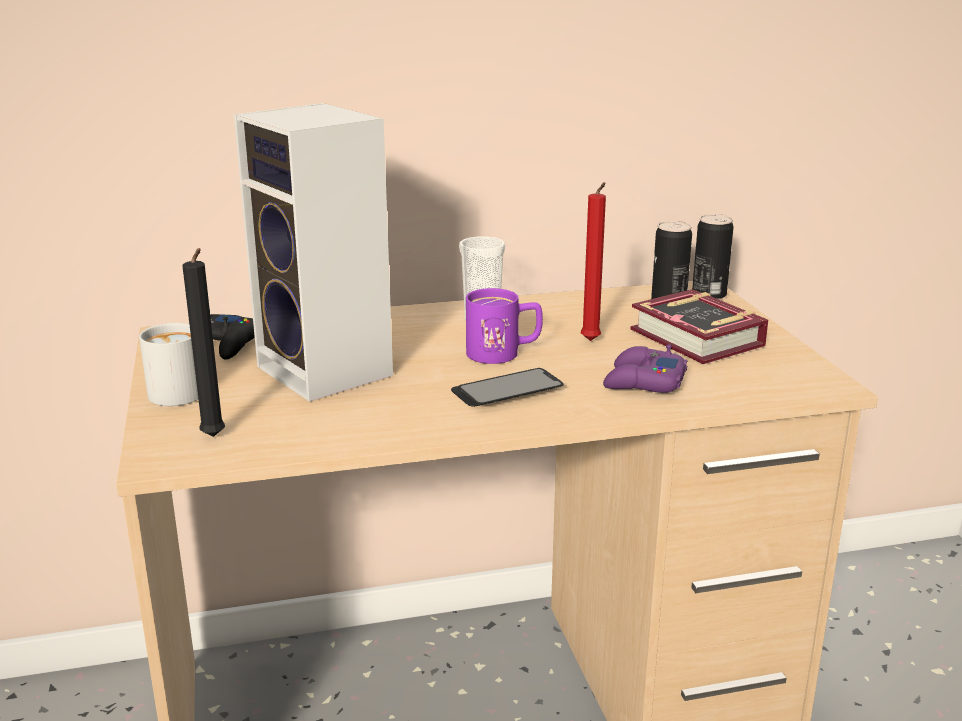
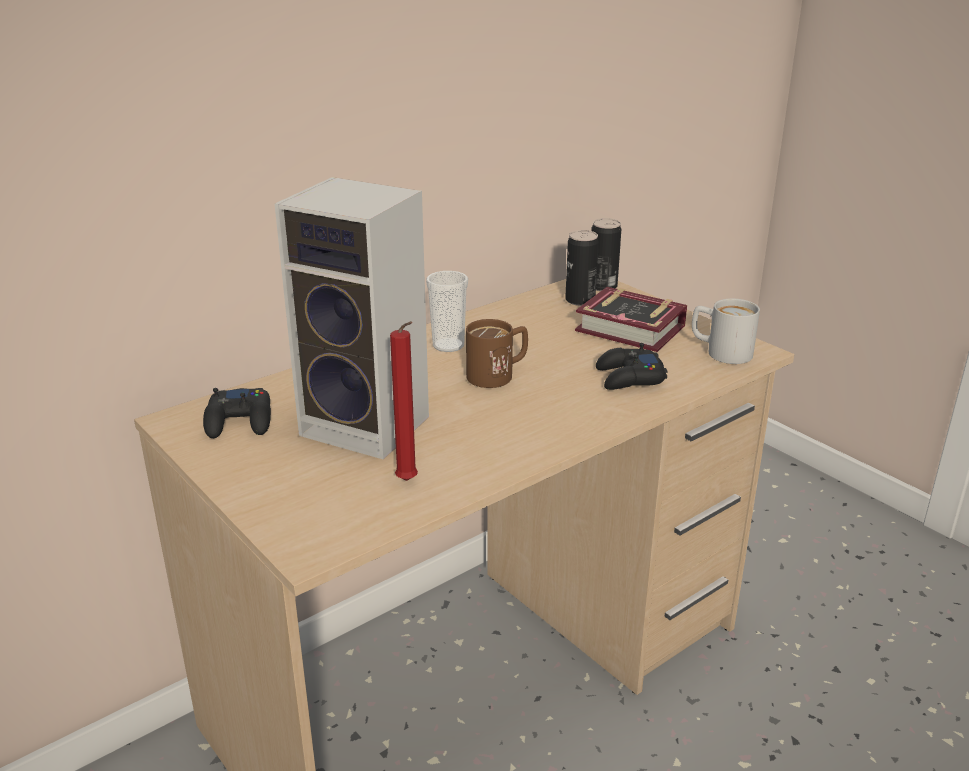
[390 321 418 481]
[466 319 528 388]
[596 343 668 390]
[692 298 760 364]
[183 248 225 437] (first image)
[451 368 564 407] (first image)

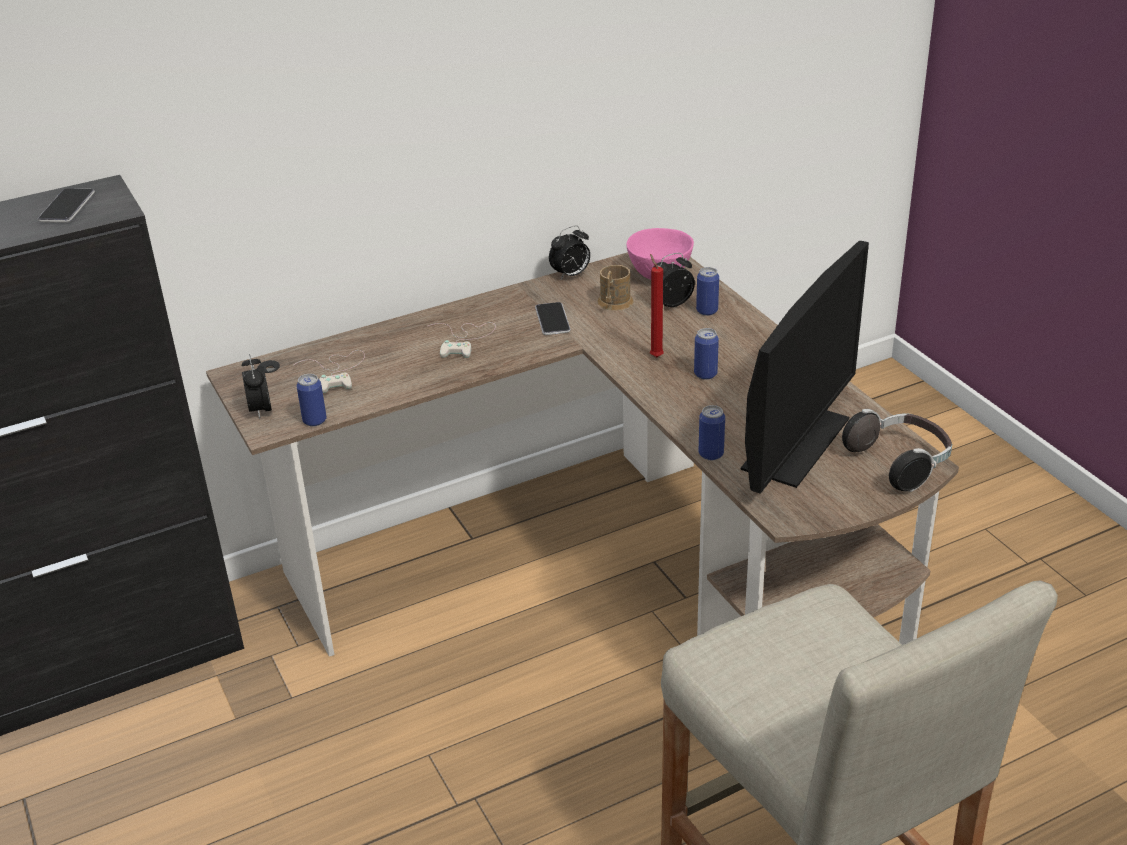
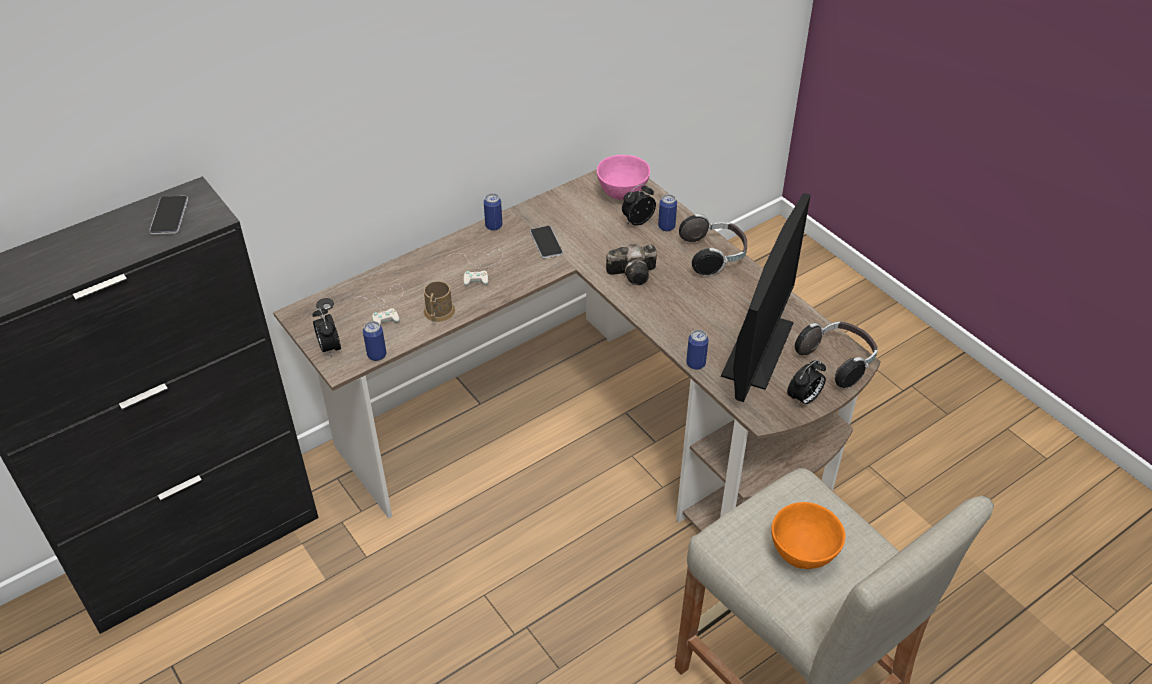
[424 281 455 322]
[484 193 502 231]
[606 244 657 285]
[679 214 747 276]
[771 502 845 569]
[787 360 826 407]

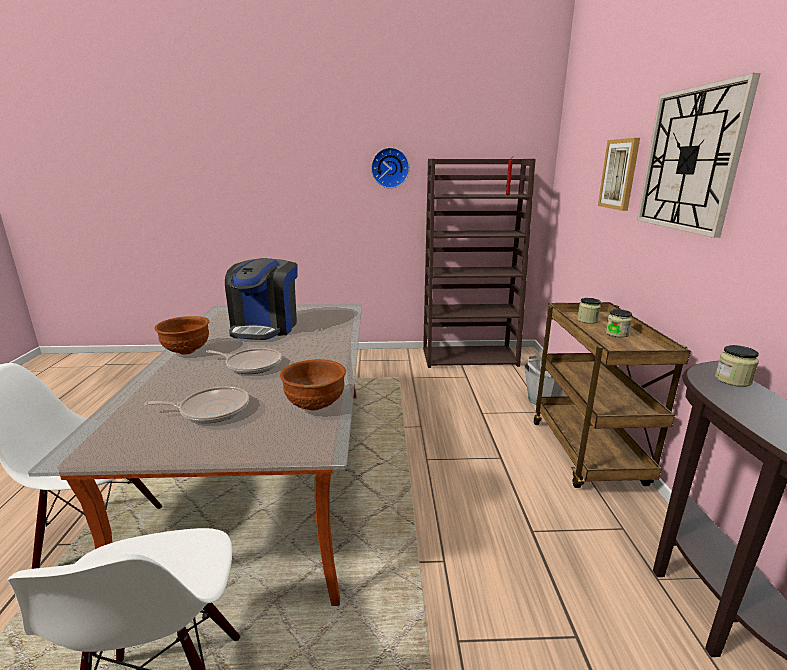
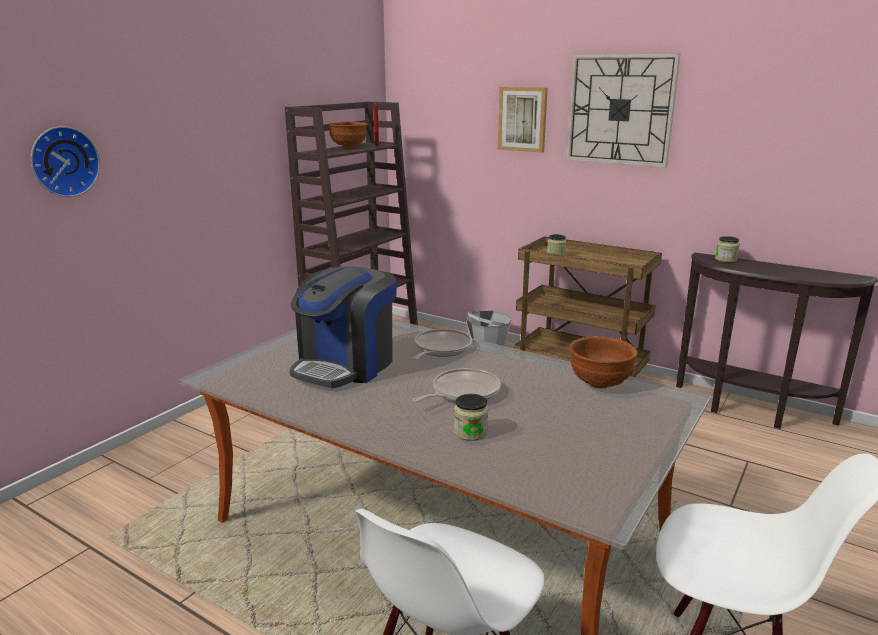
[31 126 100 197]
[289 266 397 388]
[328 122 368 148]
[412 329 472 360]
[454 394 488 441]

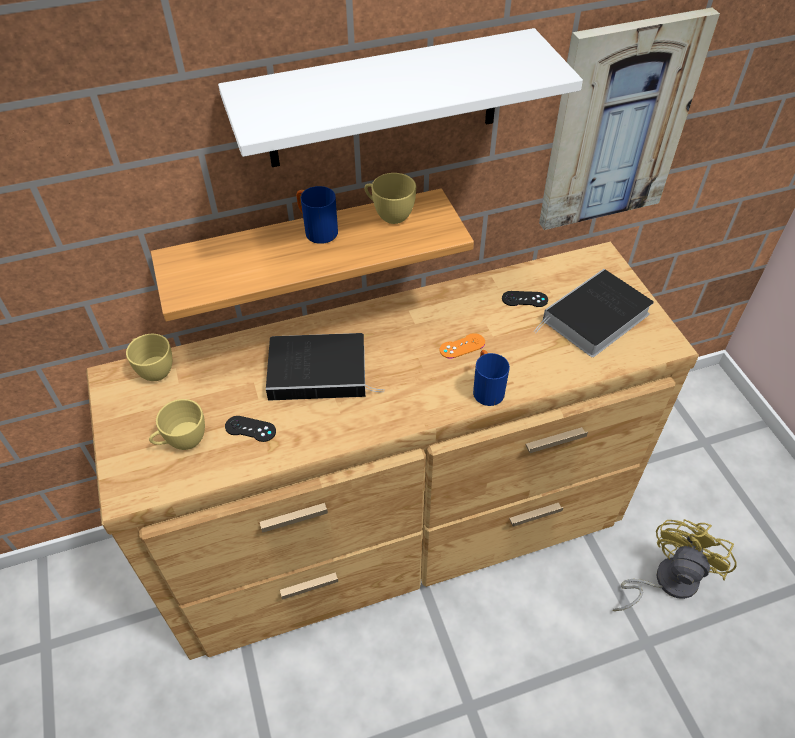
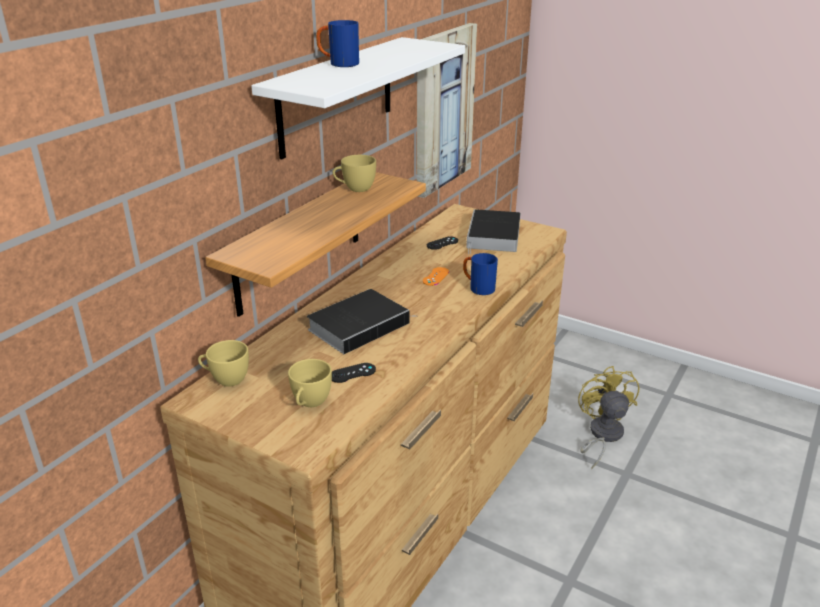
[316 20 359 67]

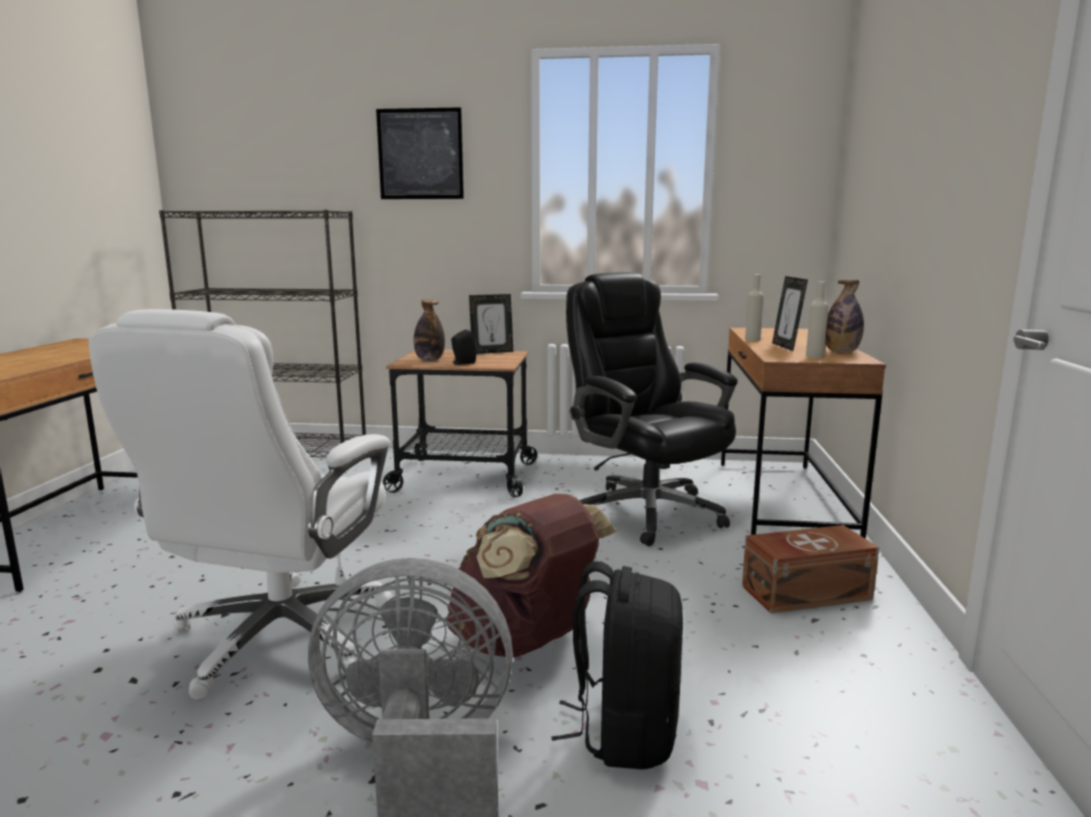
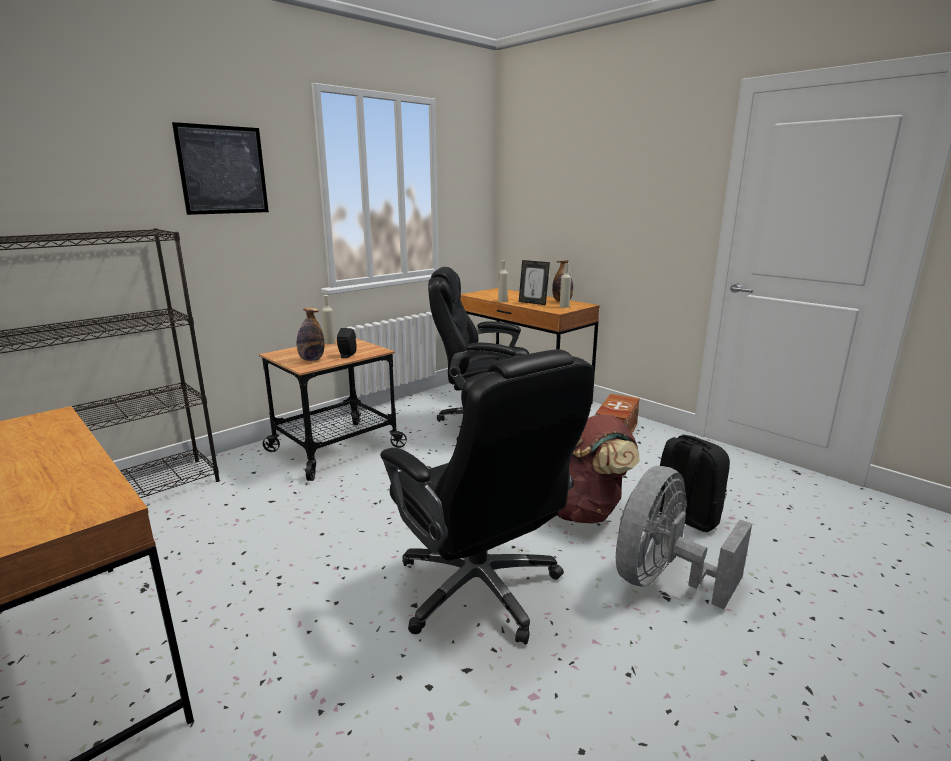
[322 295 336 344]
[380 349 595 644]

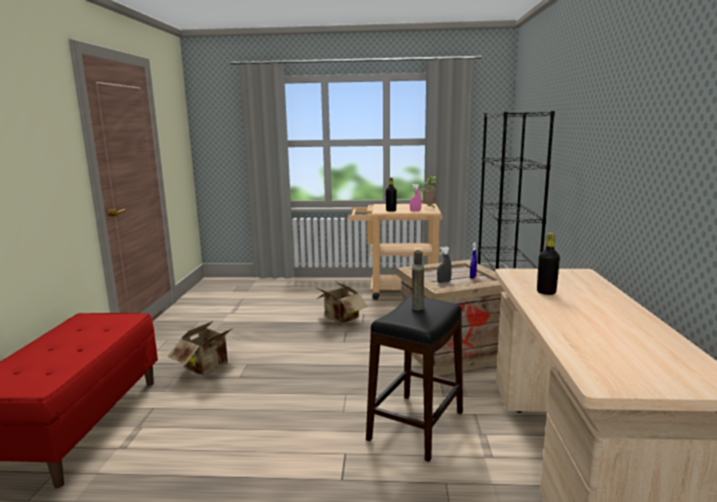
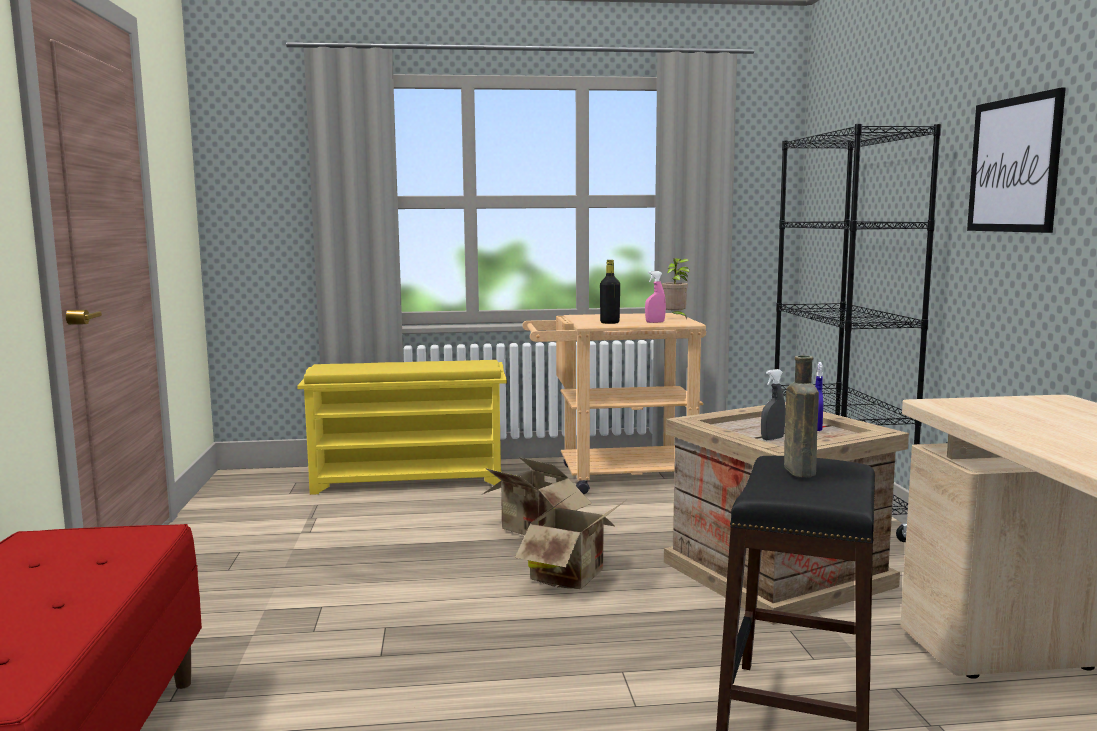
[297 360 507 495]
[515 492 626 589]
[967 87 1066 233]
[537 233 560 295] (first image)

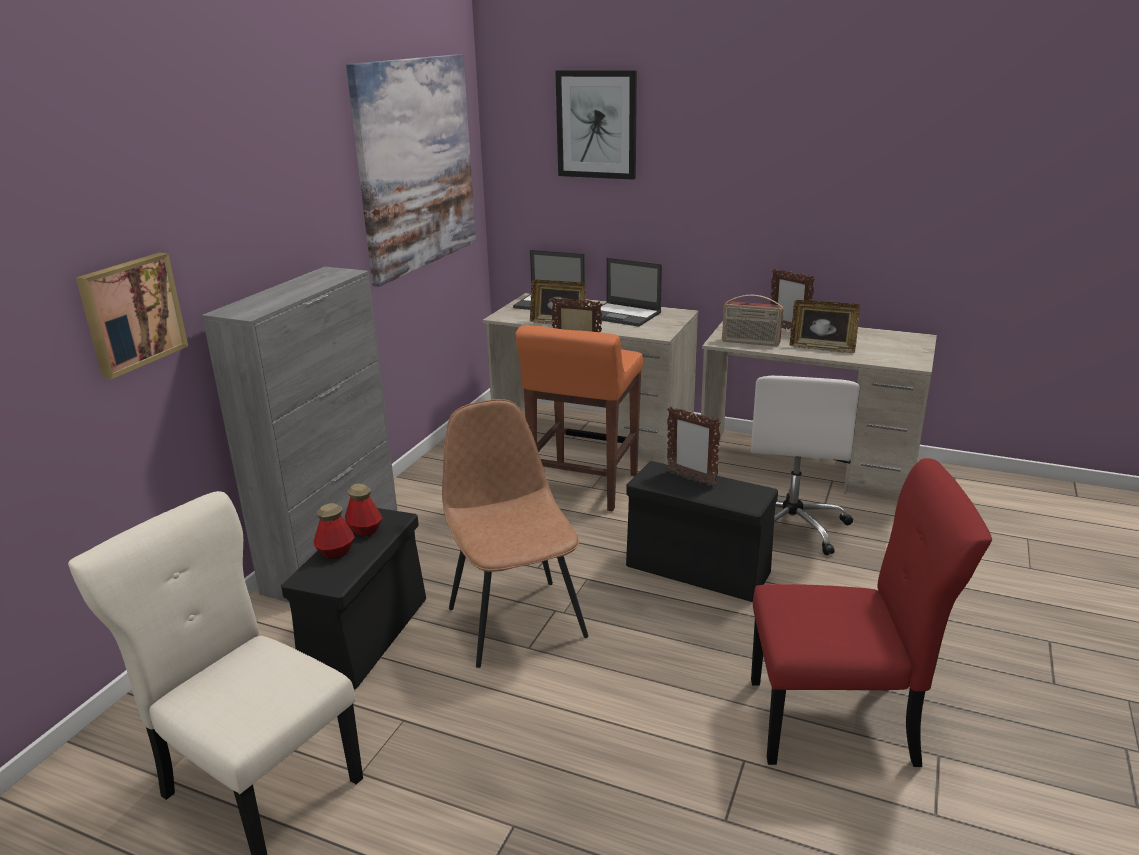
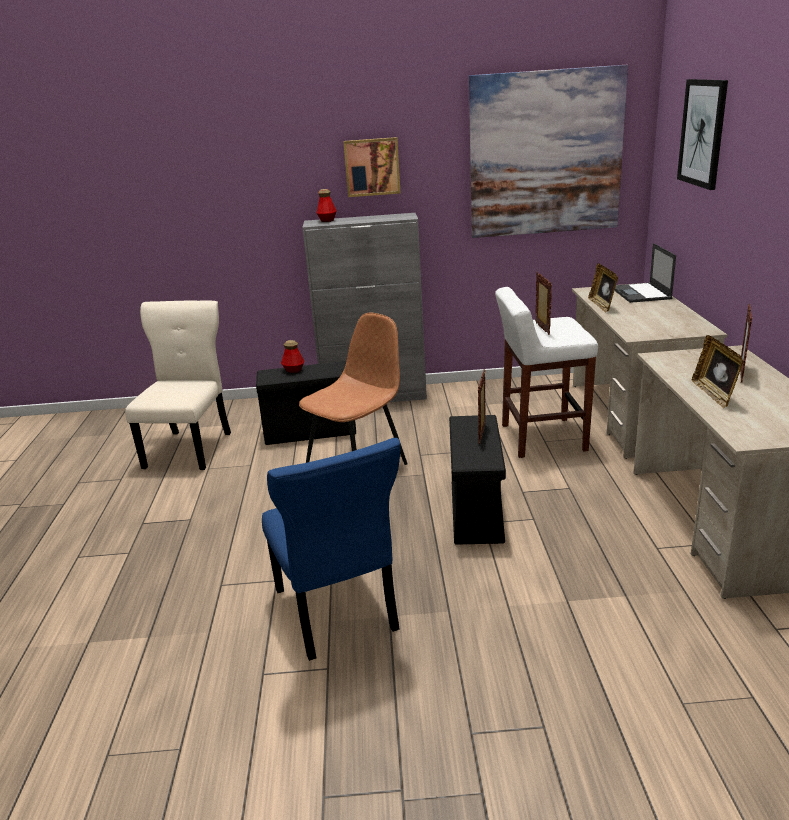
[262 438 400 661]
[317 189 337 222]
[343 137 401 197]
[495 287 598 458]
[597 257 662 327] (first image)
[722 295 784 346] (first image)
[751 376 860 555] (first image)

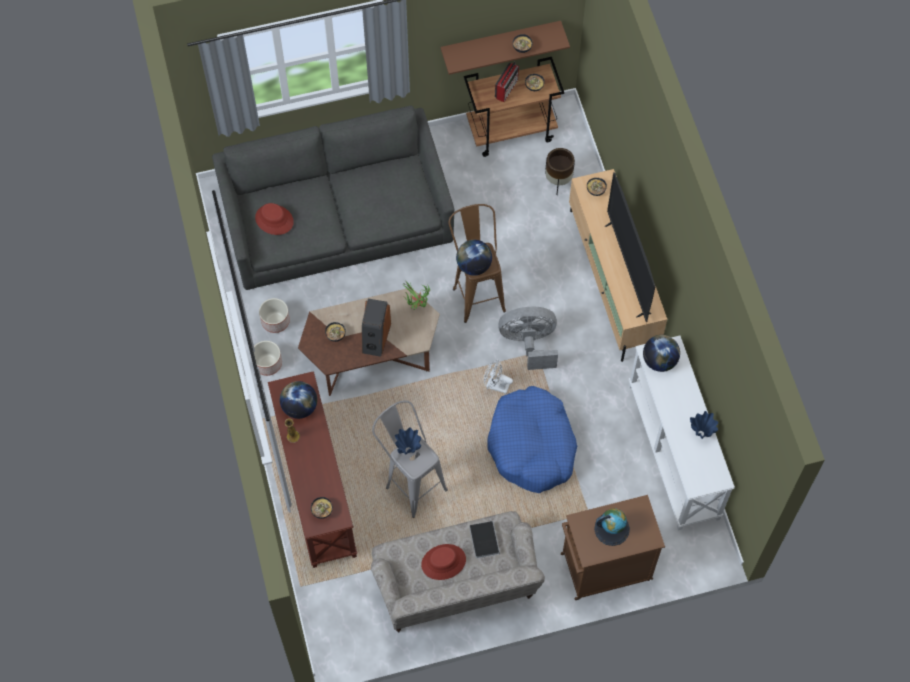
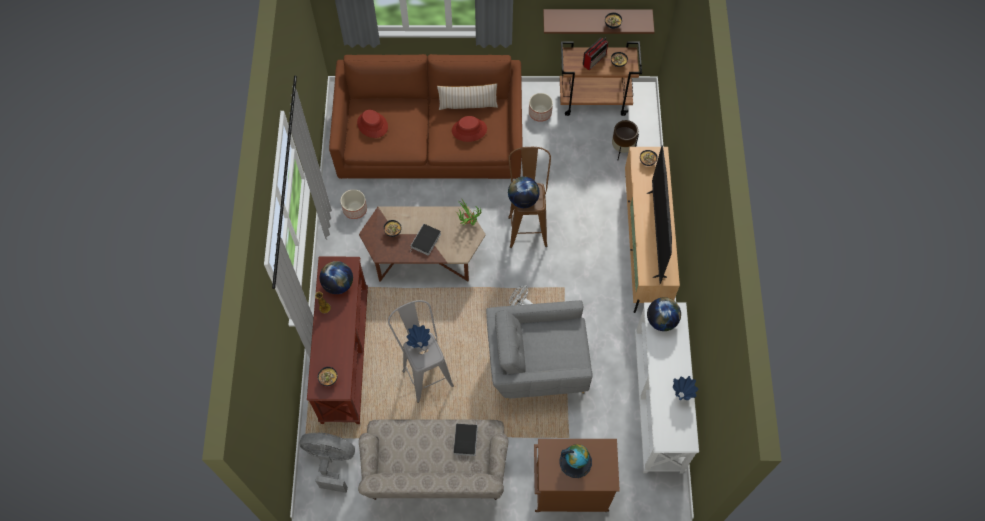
[300 433 355 493]
[329 54 523 179]
[411 224 441 256]
[437 83 498 110]
[452 116 487 142]
[486 300 593 400]
[529 93 553 122]

